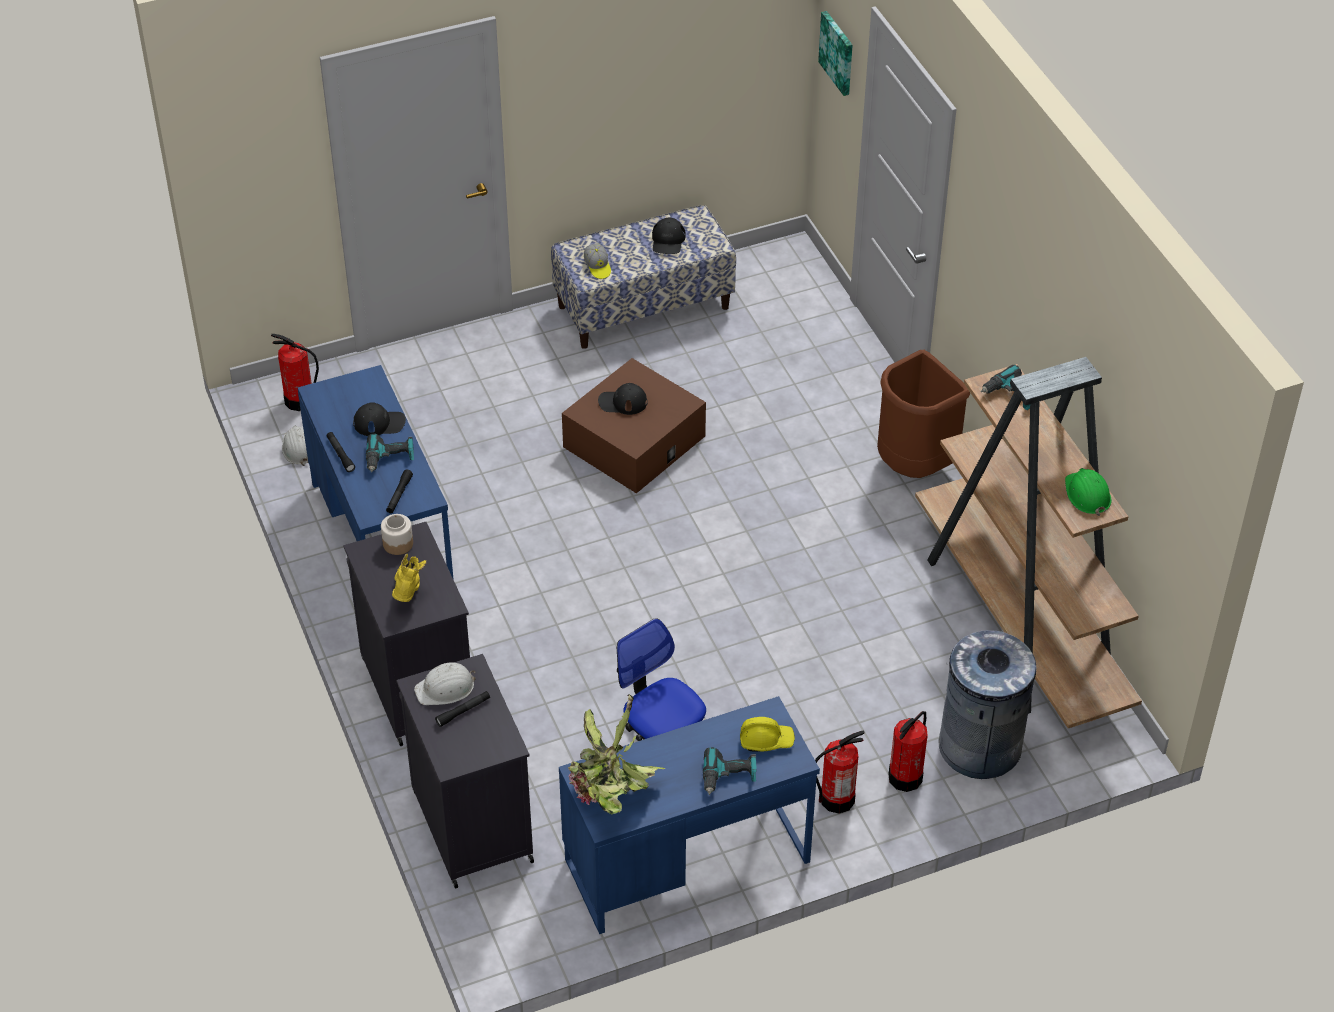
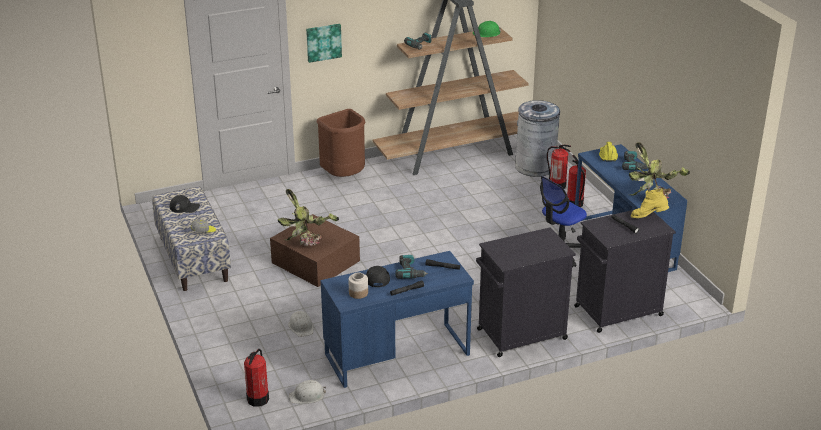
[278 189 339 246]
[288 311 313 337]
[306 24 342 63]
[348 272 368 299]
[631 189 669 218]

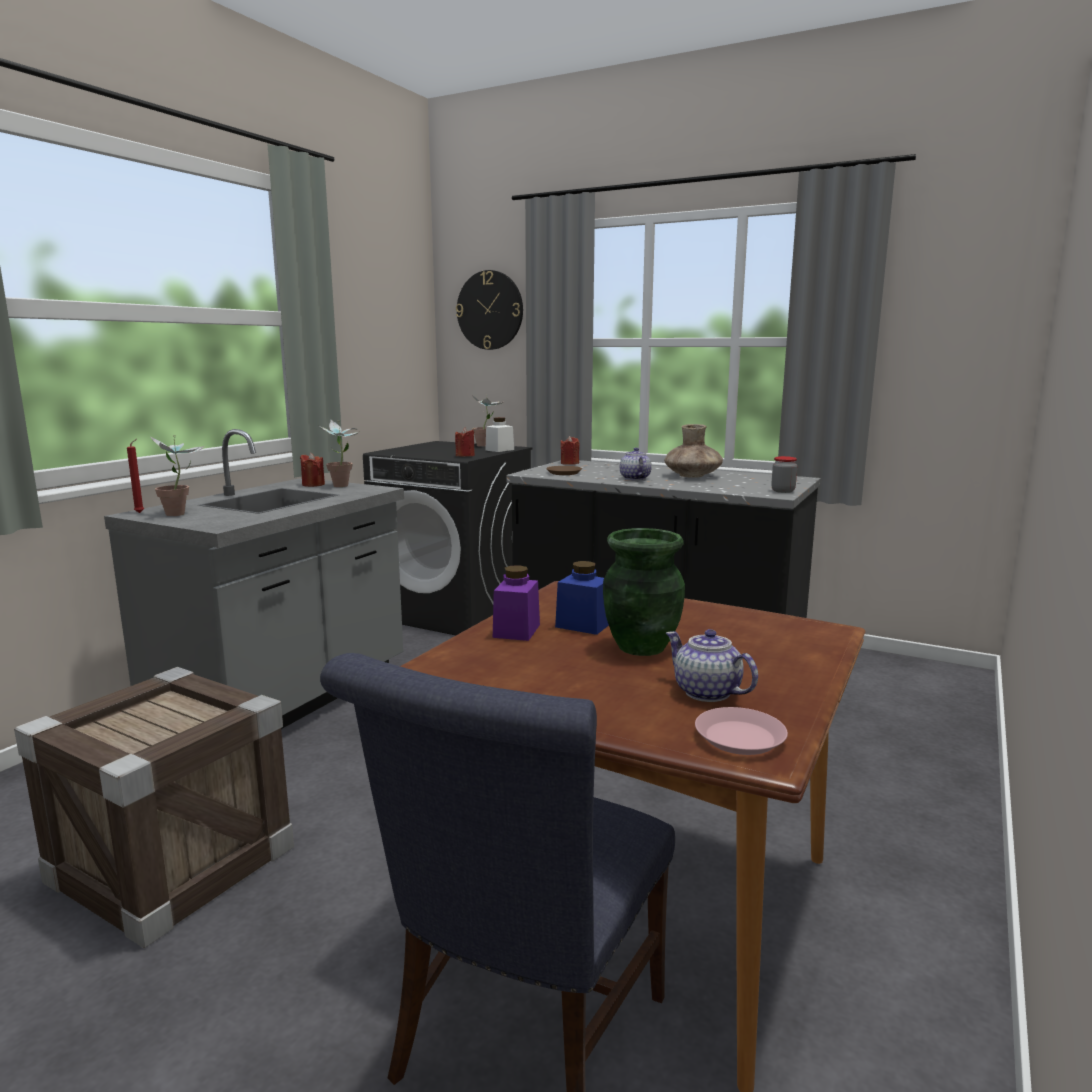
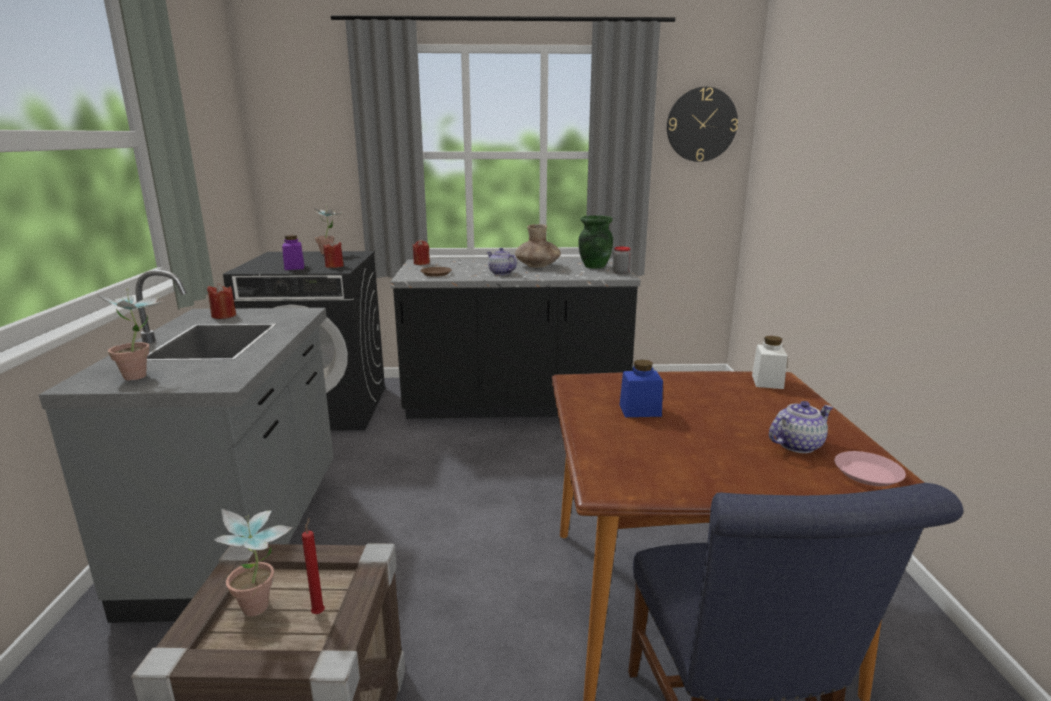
[214 509 293 617]
[282 235 304 270]
[302 518 325 614]
[579 215 613 269]
[667 87 738 162]
[752 336 787 389]
[769 401 833 453]

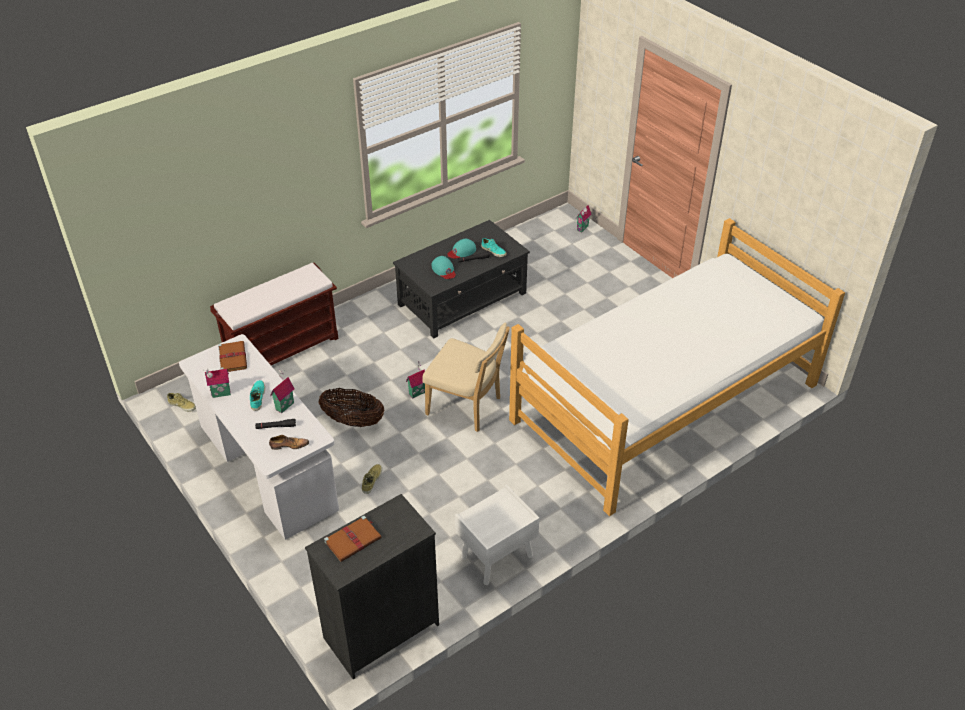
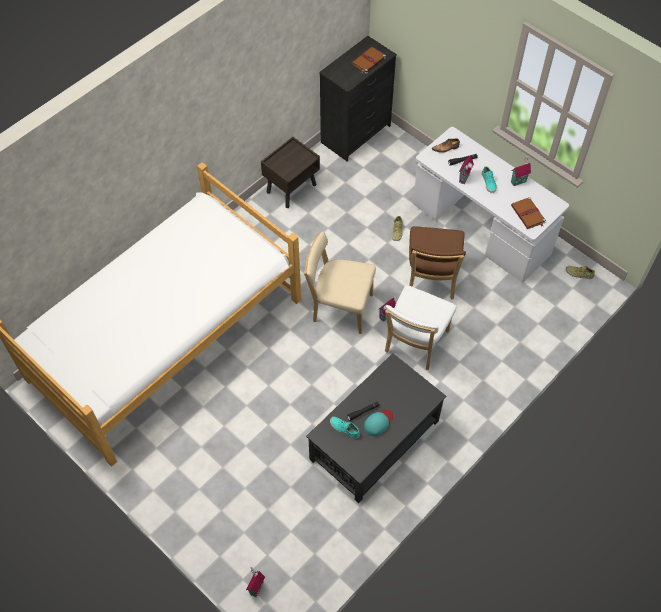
[261 137 320 208]
[385 285 456 370]
[409 226 466 300]
[210 263 339 365] (first image)
[432 256 456 279] (first image)

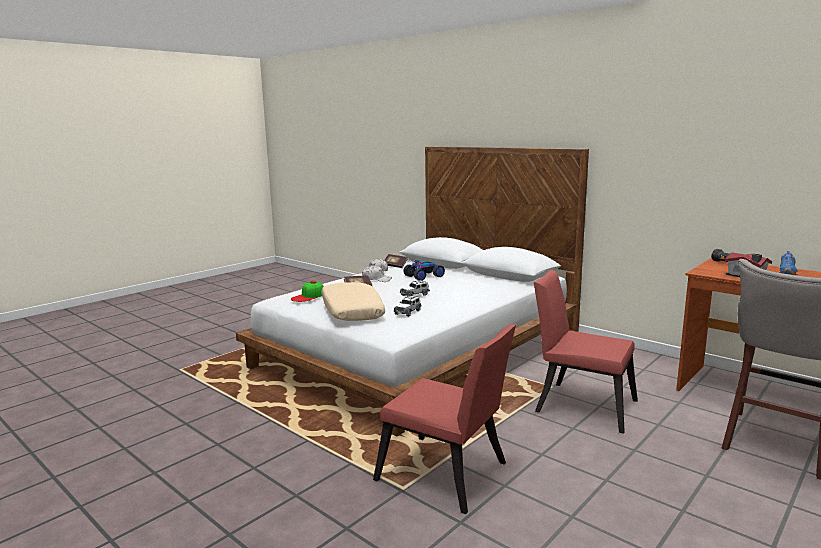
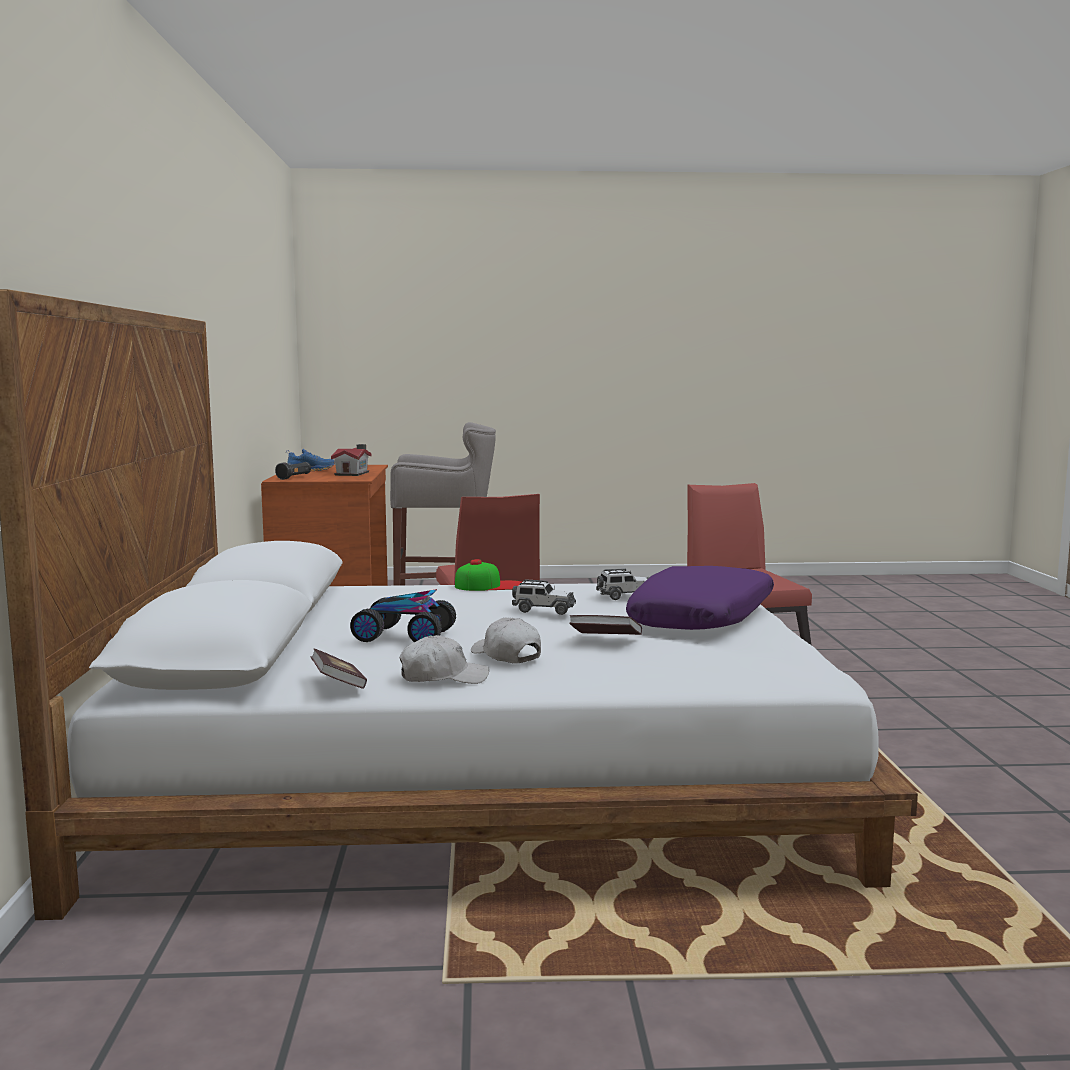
[455 559 522 591]
[626 566 774 630]

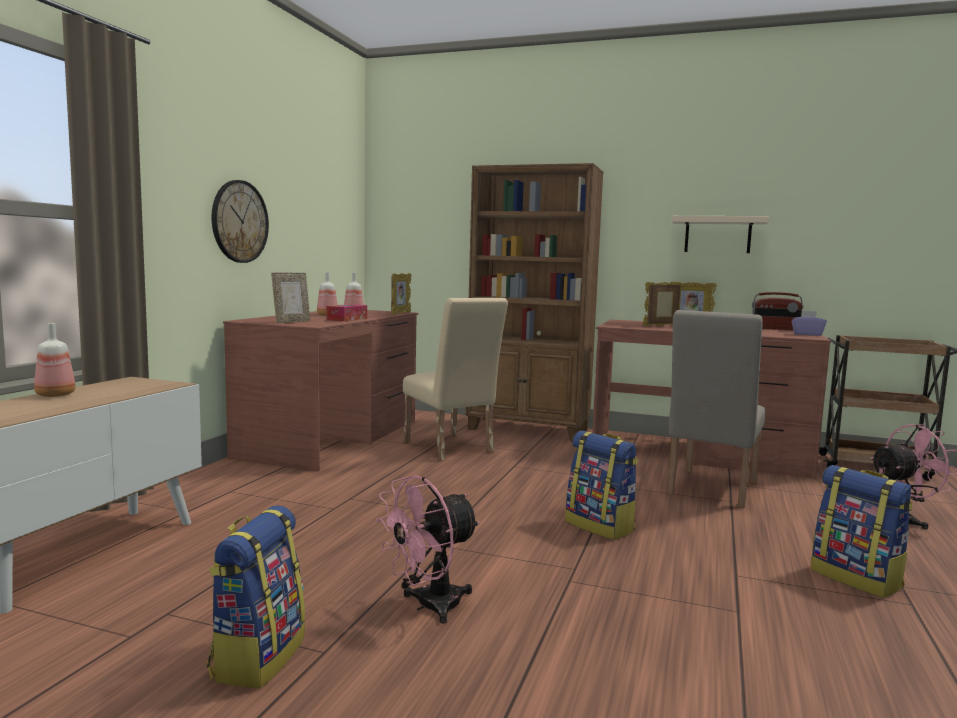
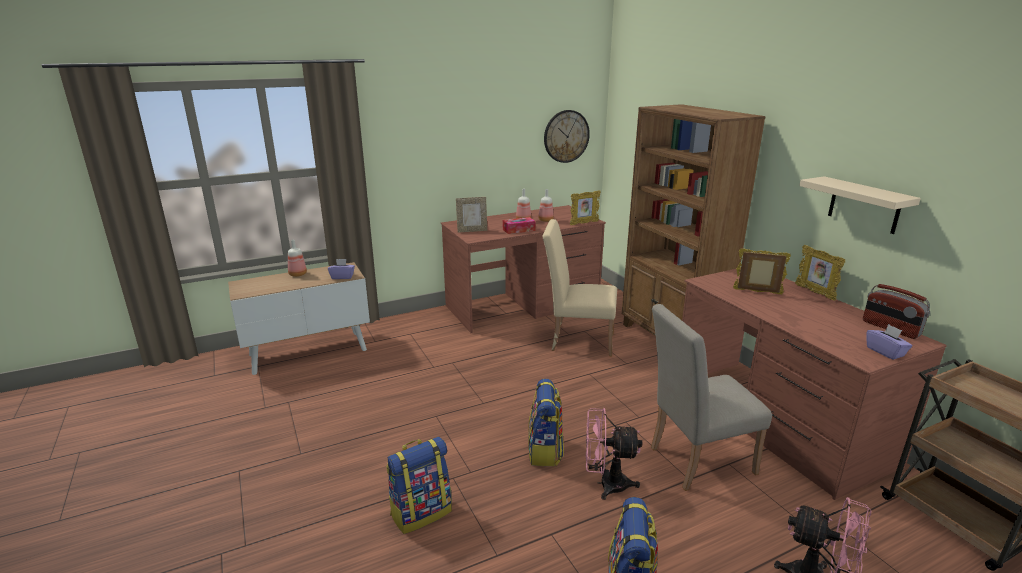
[328 259 355 279]
[386 437 452 534]
[543 219 617 357]
[544 110 590 163]
[586 408 642 500]

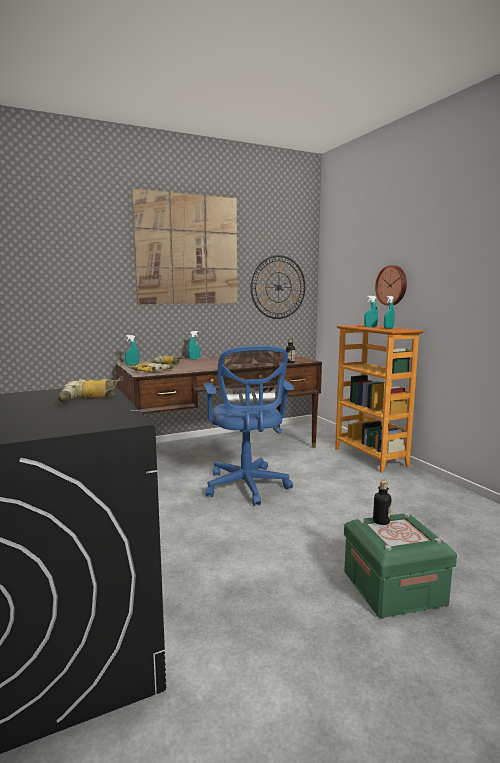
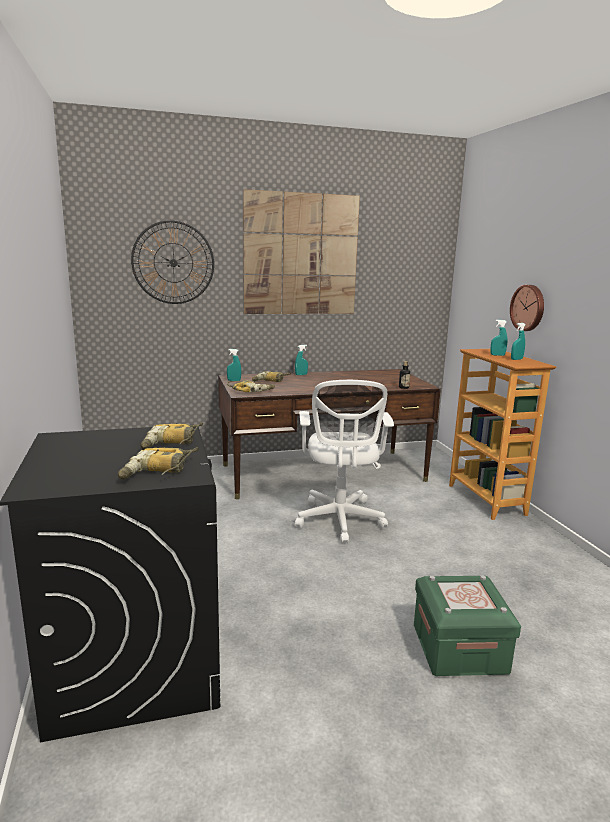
[118 448 199 480]
[131 220 214 304]
[295 380 394 543]
[373 481 391 525] (first image)

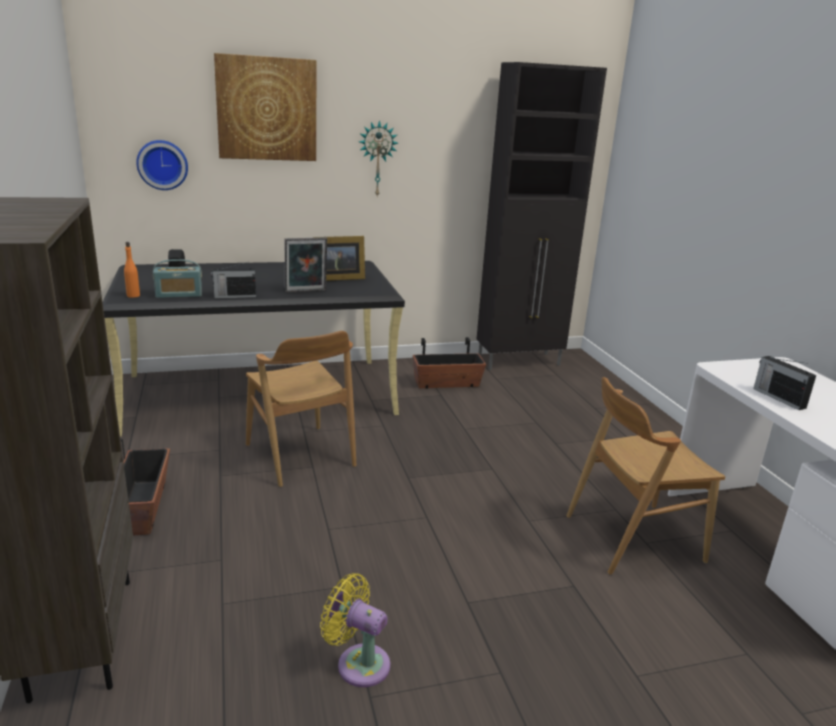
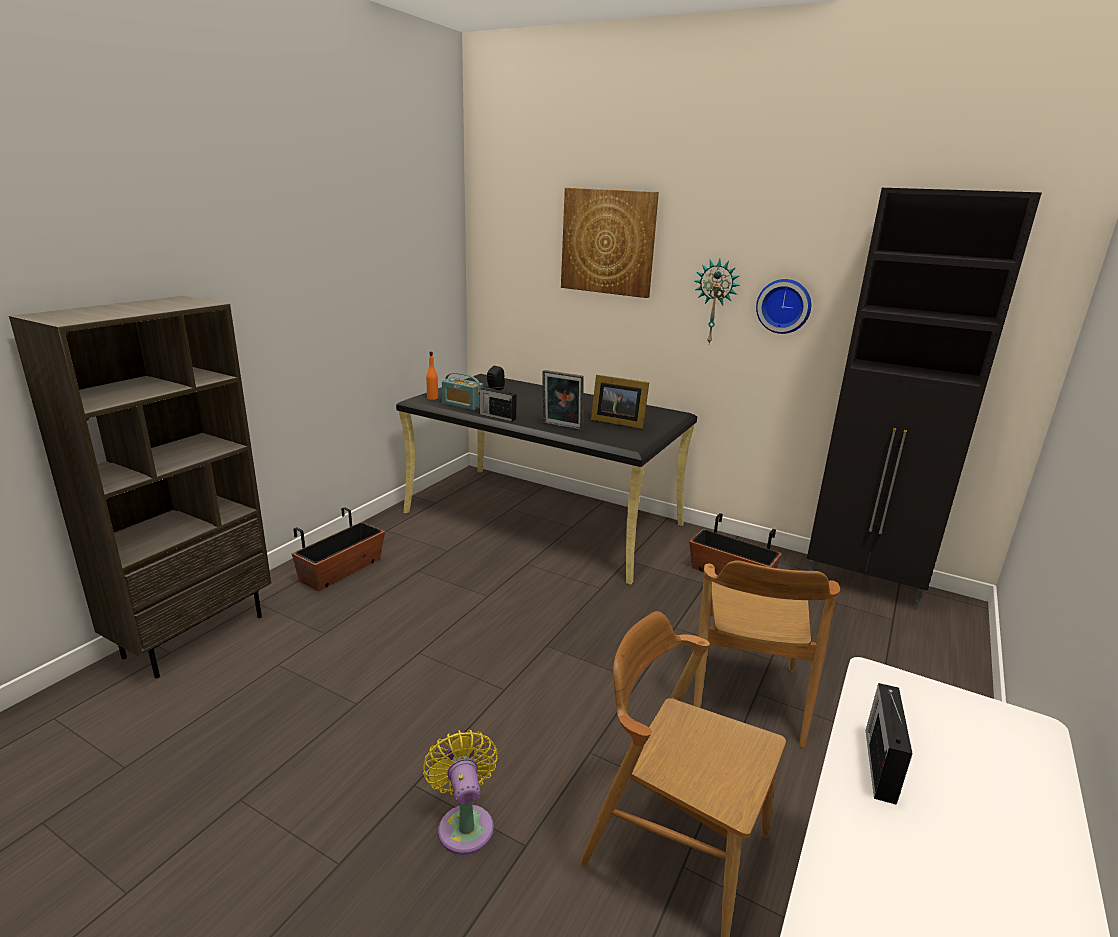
[423 730 498 855]
[694 560 840 748]
[756 279 811 334]

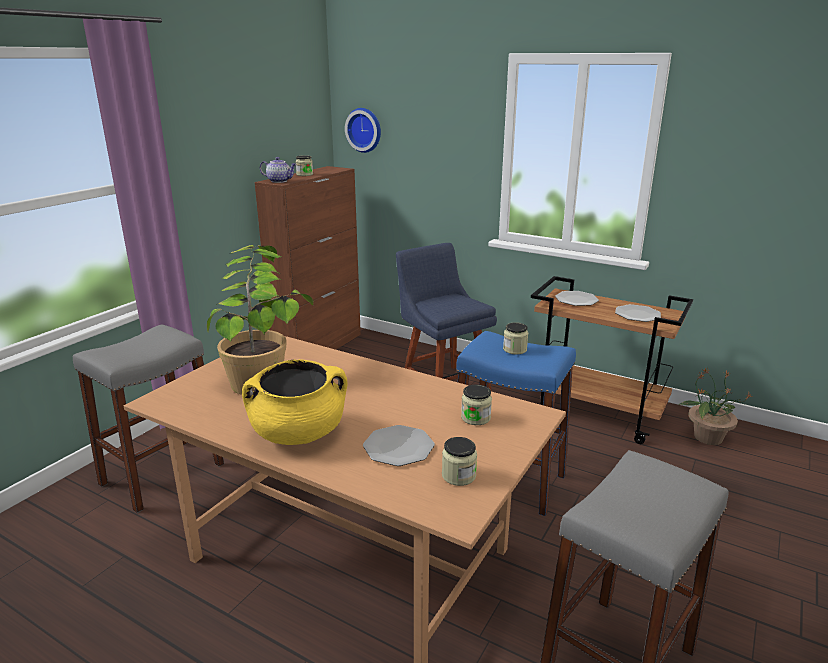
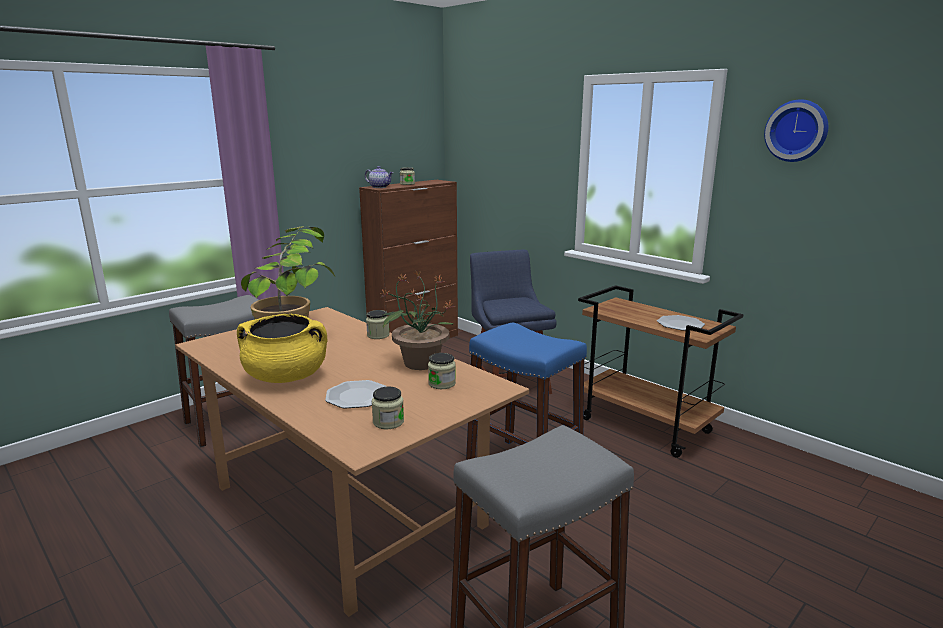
[366 310 390 339]
[380 272 457 370]
[764 99 828 162]
[555 291 599 306] (first image)

